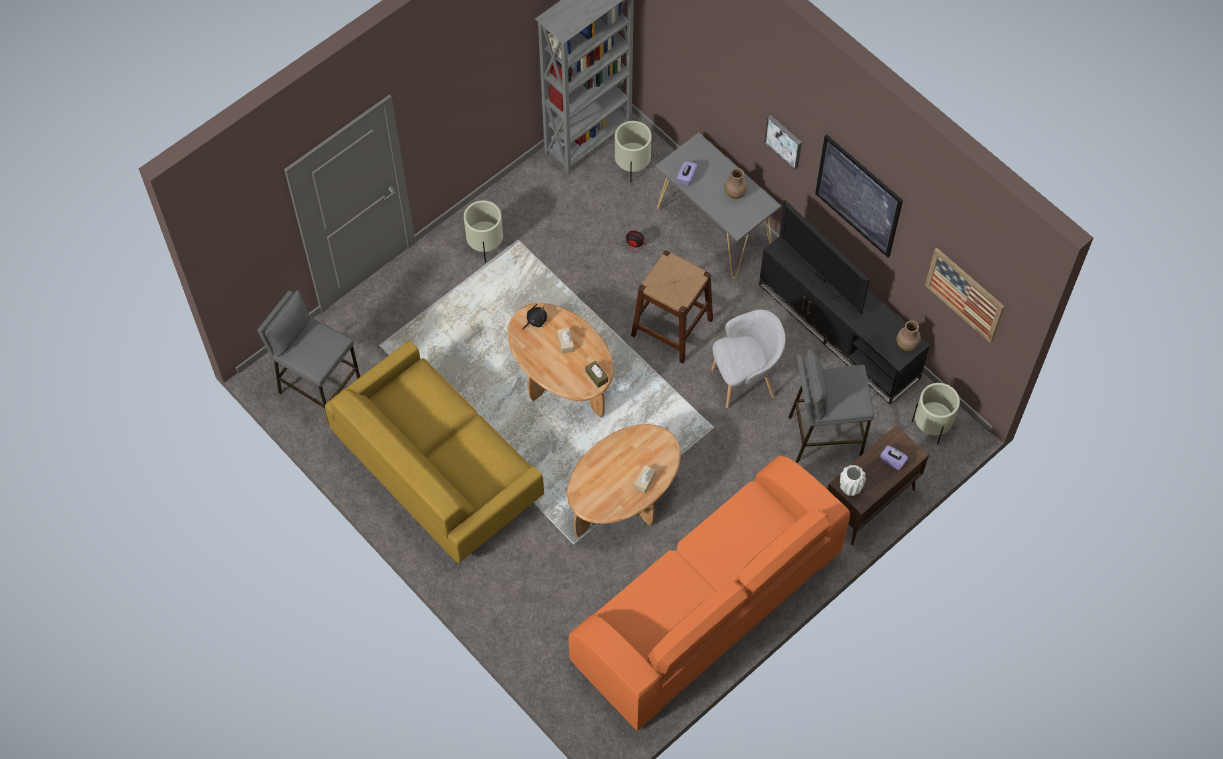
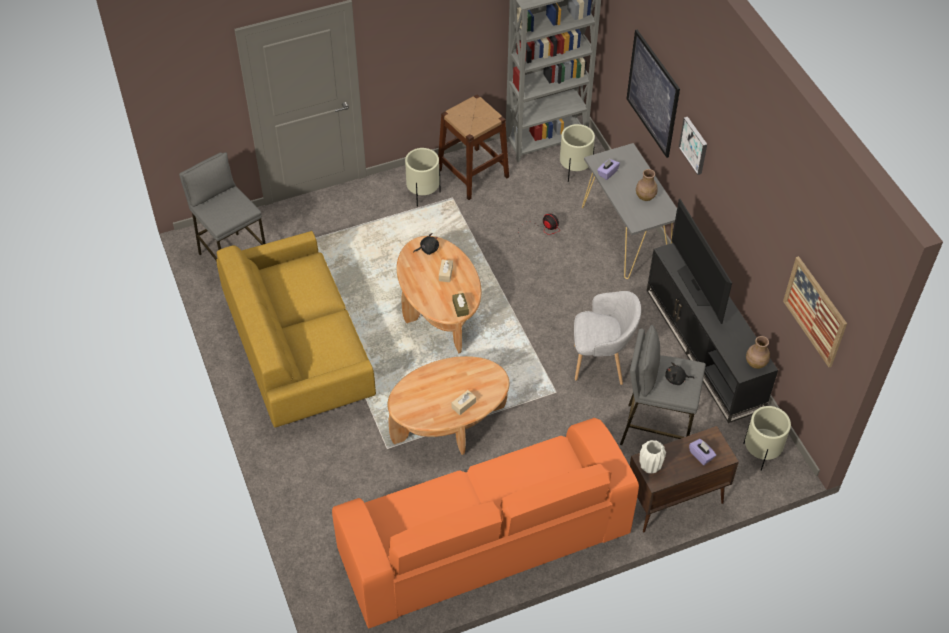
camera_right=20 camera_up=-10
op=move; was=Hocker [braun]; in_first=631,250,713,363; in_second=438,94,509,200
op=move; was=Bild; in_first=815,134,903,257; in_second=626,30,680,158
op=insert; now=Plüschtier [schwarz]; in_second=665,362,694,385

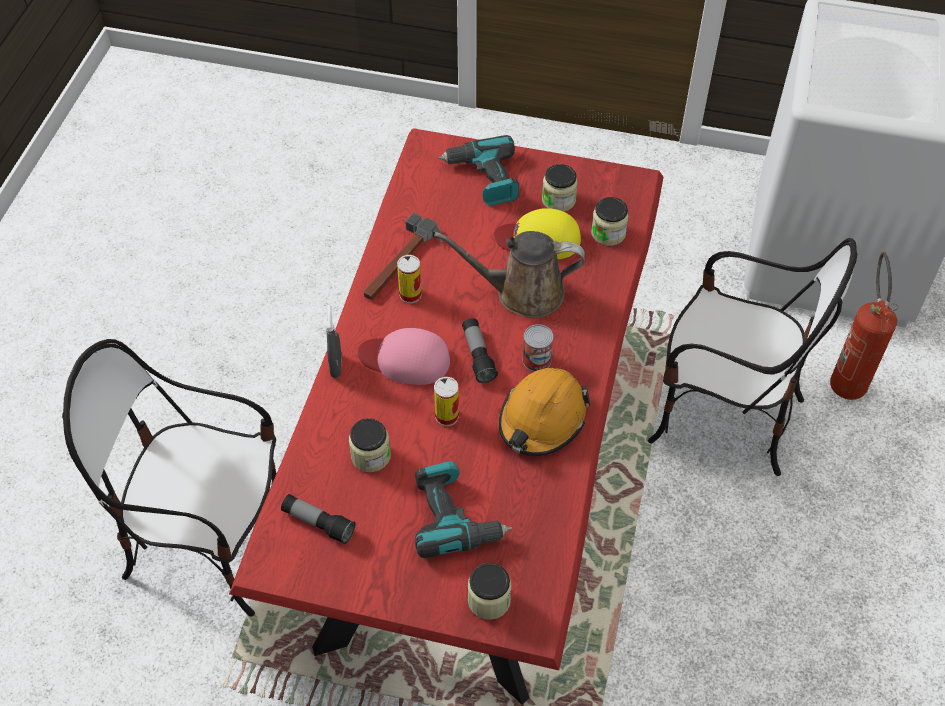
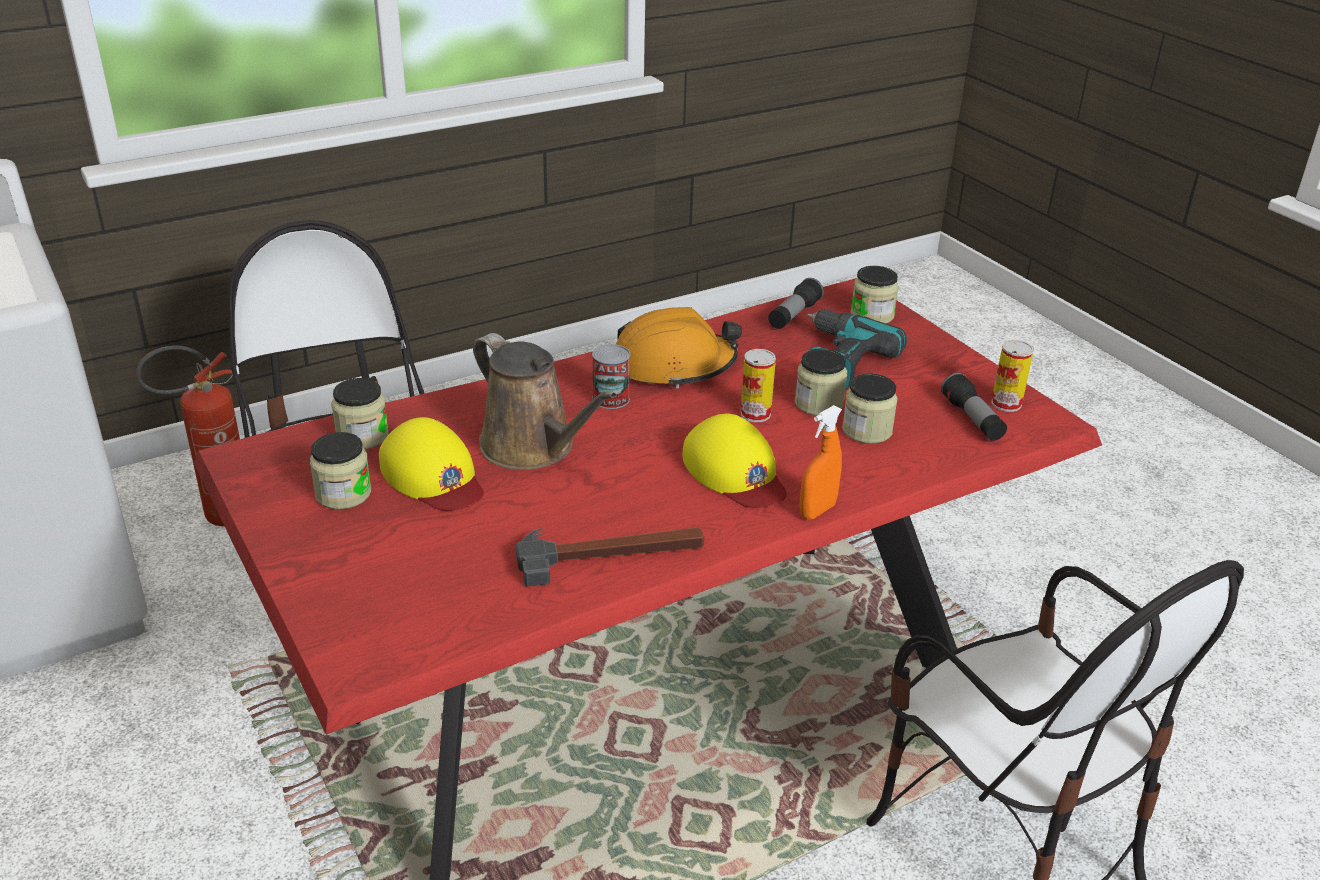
camera_right=-135 camera_up=-20
op=recolor; was=Kappe [rosa]; now=Kappe [gelb]; in_first=358,328,450,385; in_second=682,414,787,508
op=move; was=Taschenlampe; in_first=462,318,498,383; in_second=768,278,824,329
op=insert; now=Vorratsglas; in_second=795,348,847,416
op=recolor; was=Sprühflasche [grau]; now=Sprühflasche [orange]; in_first=326,305,342,378; in_second=799,405,842,520
op=move; was=Dose; in_first=397,255,422,303; in_second=991,340,1034,412
op=delete; was=Bohrmaschine; in_first=438,135,519,206

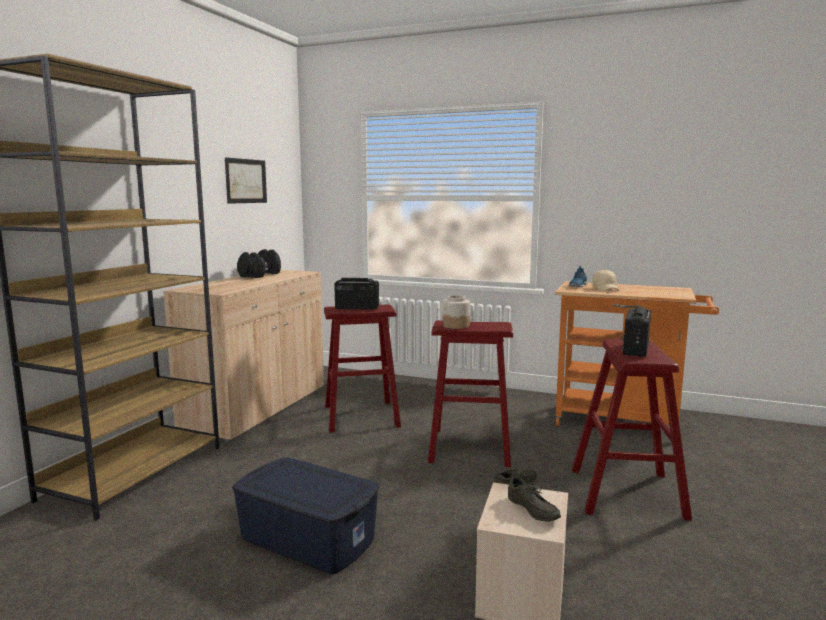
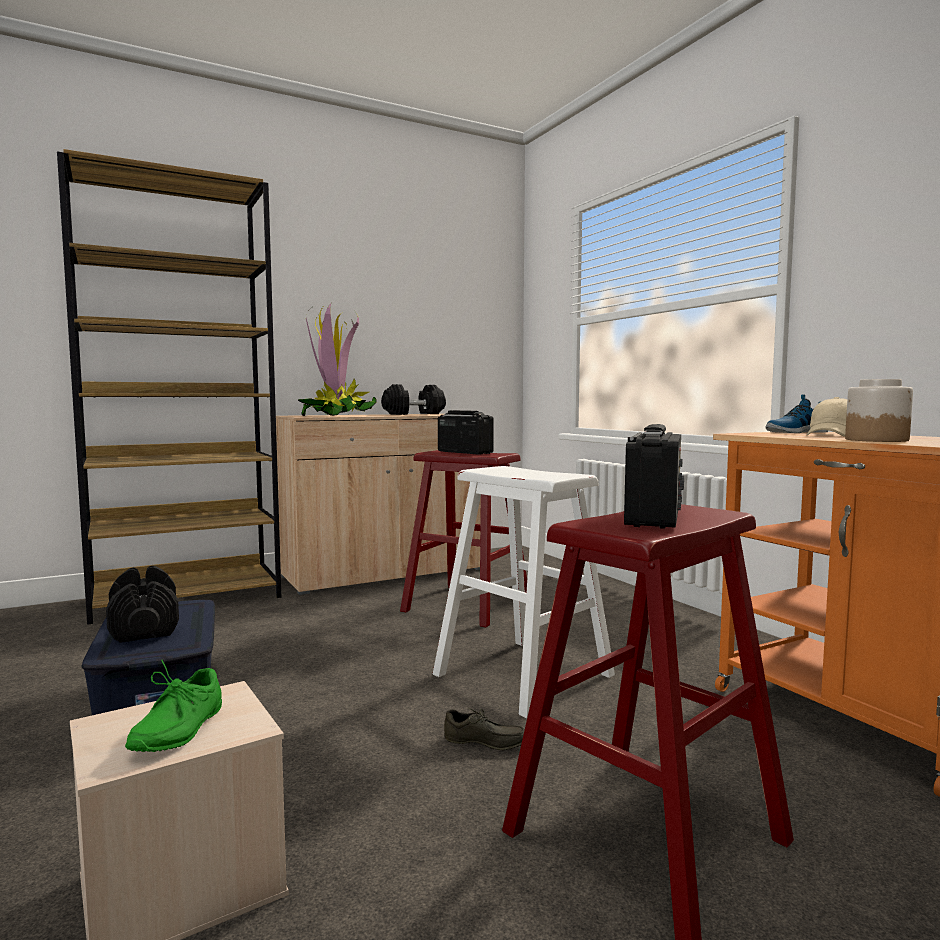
camera_right=40 camera_up=-5
op=insert; now=Hantel [schwarz]; in_second=106,565,179,643
op=recolor; was=Schuh [grau]; now=Schuh [grün]; in_first=508,476,561,522; in_second=125,660,222,752
op=insert; now=Topfpflanze; in_second=298,303,377,416
op=recolor; was=Hocker [rot]; now=Hocker [weiß]; in_first=428,320,513,467; in_second=433,466,615,718
op=rotate; was=Radio; in_first=622,306,651,357; in_second=624,424,684,529; clockwise=135
op=move; was=Vorratsglas; in_first=442,295,470,329; in_second=845,379,913,442
op=delete; was=Bild; in_first=225,157,267,204

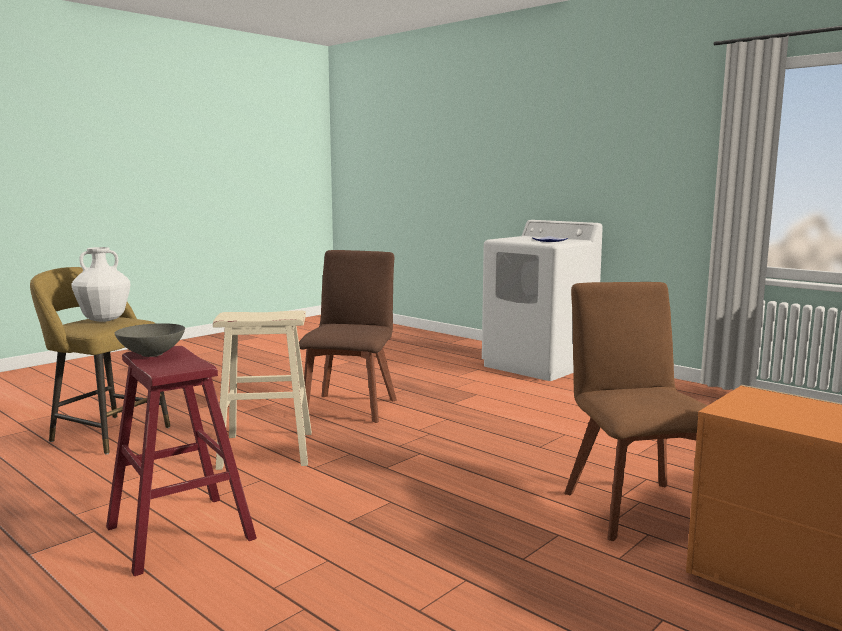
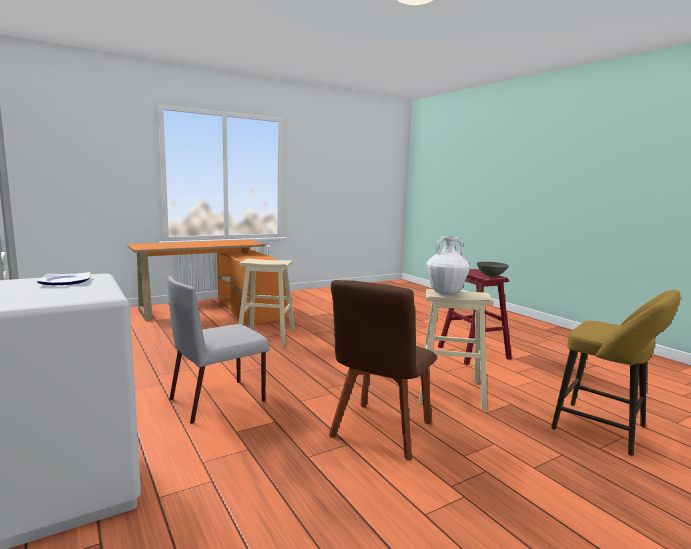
camera_right=-165 camera_up=0
op=insert; now=Stuhl [grau]; in_second=168,276,270,424
op=replace; was=Stuhl [braun]; now=Hocker [beige]; in_first=564,282,707,541; in_second=238,259,295,346
op=move; was=Vase [weiß]; in_first=71,247,130,322; in_second=427,236,470,295

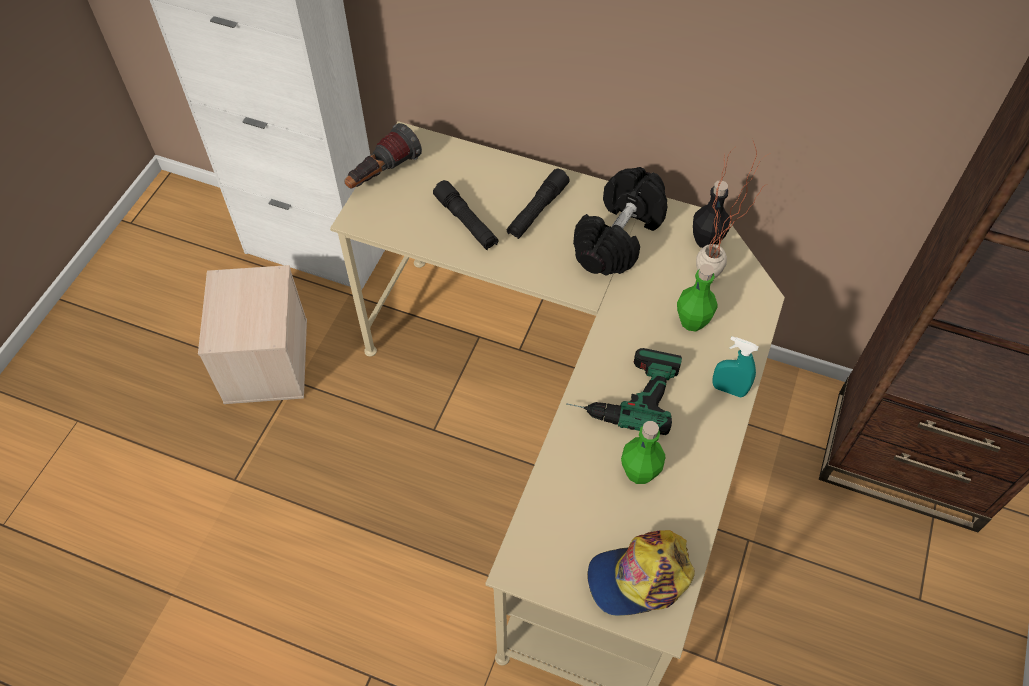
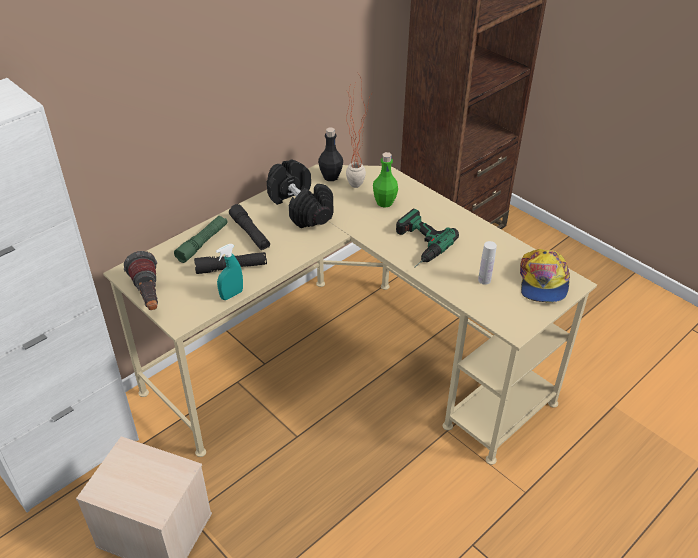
camera_right=-65 camera_up=-15
op=insert; now=Taschenlampe [grün]; in_second=174,216,227,263
op=move; was=Sprühflasche [türkis]; in_first=712,336,759,398; in_second=216,244,243,300
op=insert; now=Flasche [weiß]; in_second=478,241,497,285
op=delete; was=Flasche [grün]; in_first=621,421,665,484

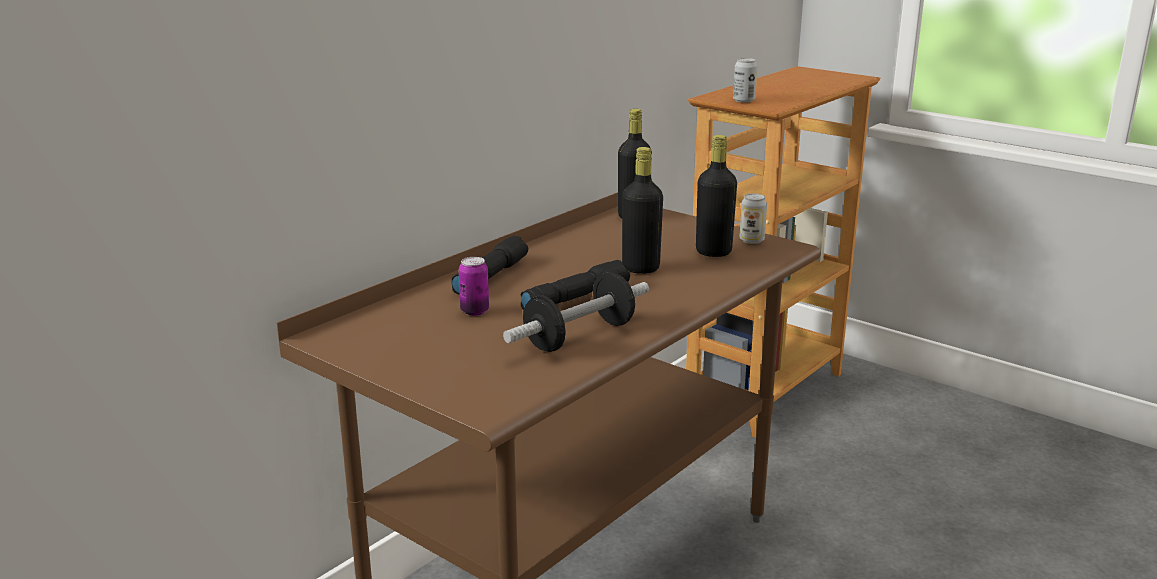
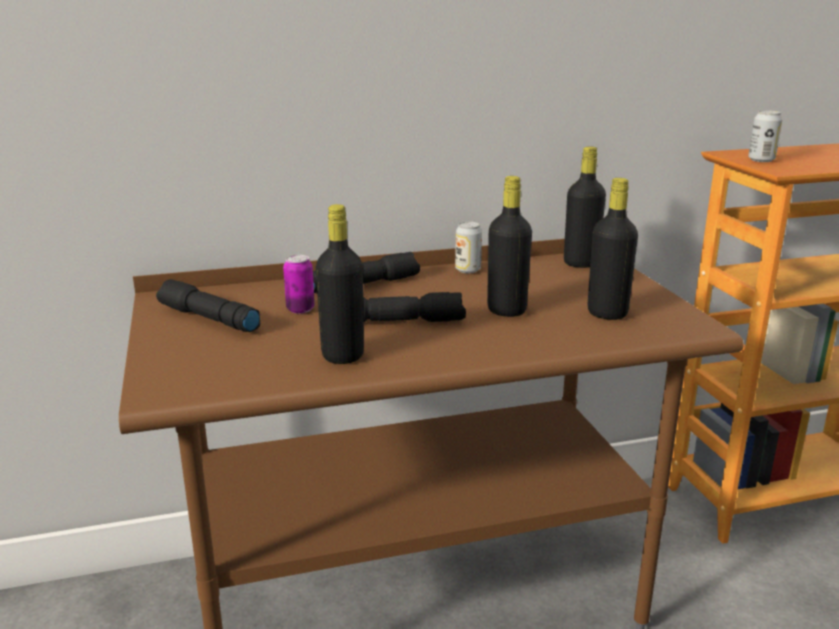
camera_right=35 camera_up=0
op=insert; now=Taschenlampe [schwarz]; in_second=156,279,260,332
op=replace; was=Hantel; now=Flasche [schwarz]; in_first=503,272,649,352; in_second=316,204,364,364
op=move; was=Dose; in_first=740,193,767,244; in_second=455,221,482,273

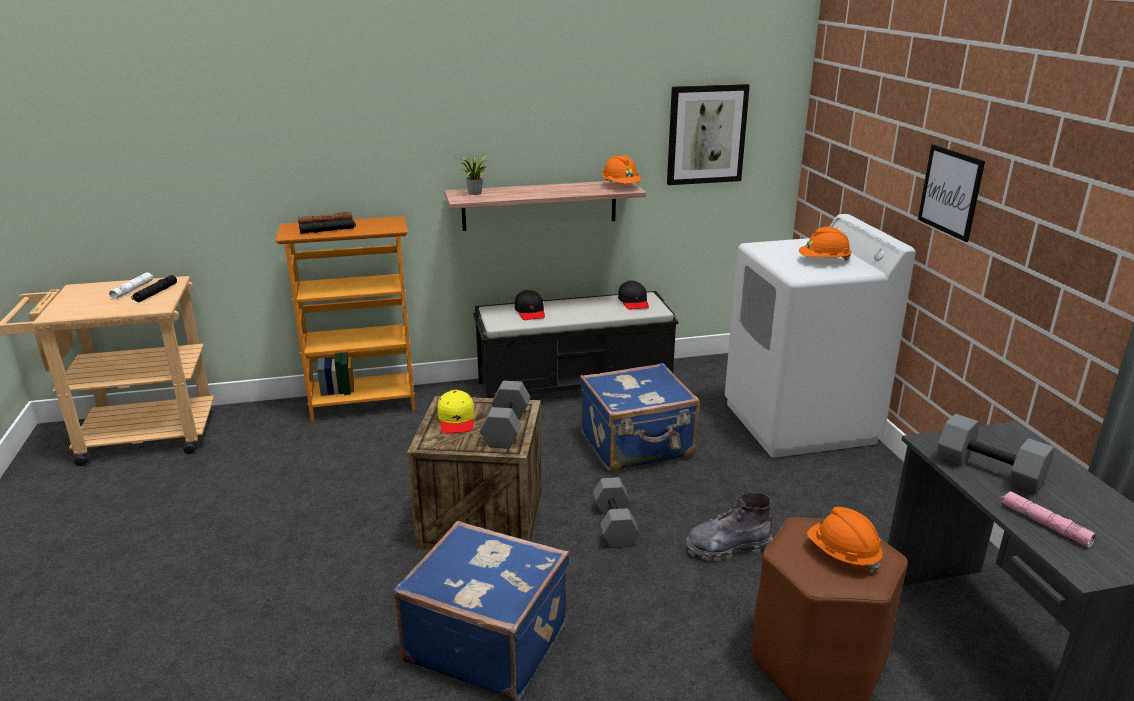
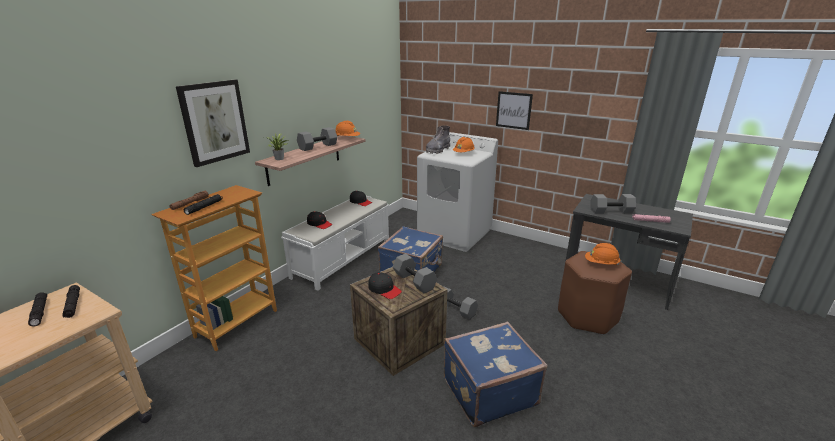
camera_right=-45 camera_up=0
op=recolor; was=Taschenlampe [weiß]; now=Taschenlampe [schwarz]; in_first=109,272,154,300; in_second=28,293,47,326
op=move; was=Bild; in_first=667,84,750,185; in_second=176,80,250,167
op=recolor; was=Bank [schwarz]; now=Bank [weiß]; in_first=473,291,678,398; in_second=281,196,389,291
op=insert; now=Hantel [grau]; in_second=297,127,337,151
op=recolor; was=Kappe [gelb]; now=Kappe [schwarz]; in_first=437,390,475,434; in_second=368,272,402,299
op=move; was=Stiefel [grau]; in_first=686,492,773,561; in_second=426,125,450,154

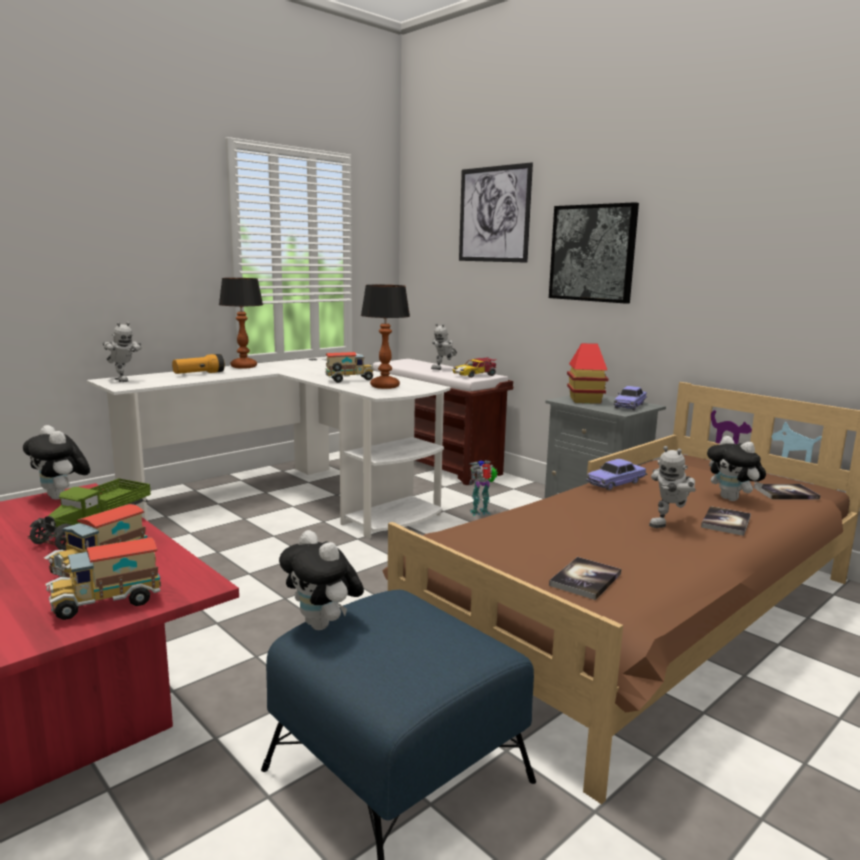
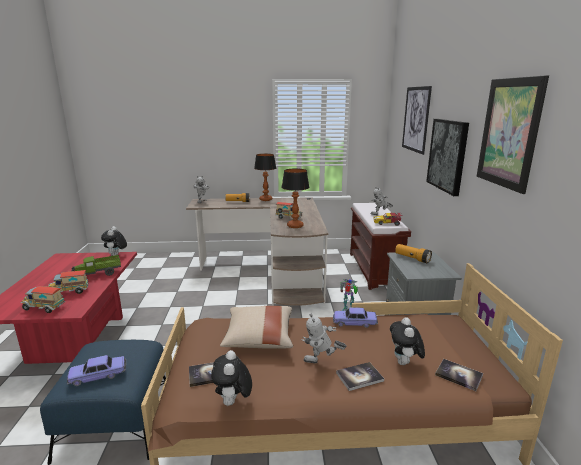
camera_right=40 camera_up=5
op=move; was=Spielzeugauto; in_first=613,386,647,411; in_second=67,355,126,386
op=recolor; was=Schreibtisch [weiß]; now=Schreibtisch [braun]; in_first=86,358,451,539; in_second=186,197,329,306
op=move; was=Plüschtier; in_first=279,530,364,630; in_second=211,350,252,406
op=insert; now=Kissen [beige]; in_second=220,306,293,348
op=replace; was=Spielzeughaus; now=Taschenlampe; in_first=567,343,609,404; in_second=395,244,432,263
op=insert; now=Bild; in_second=477,75,549,194

